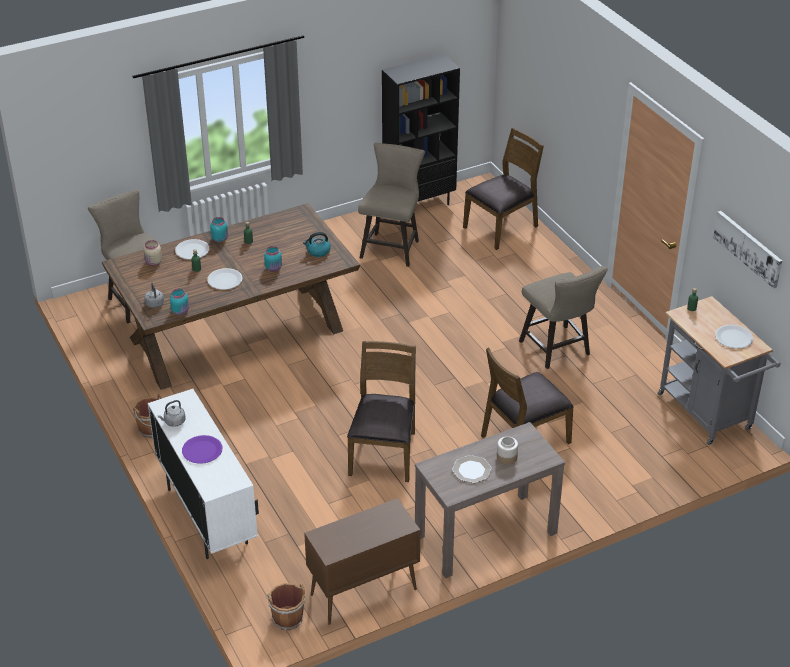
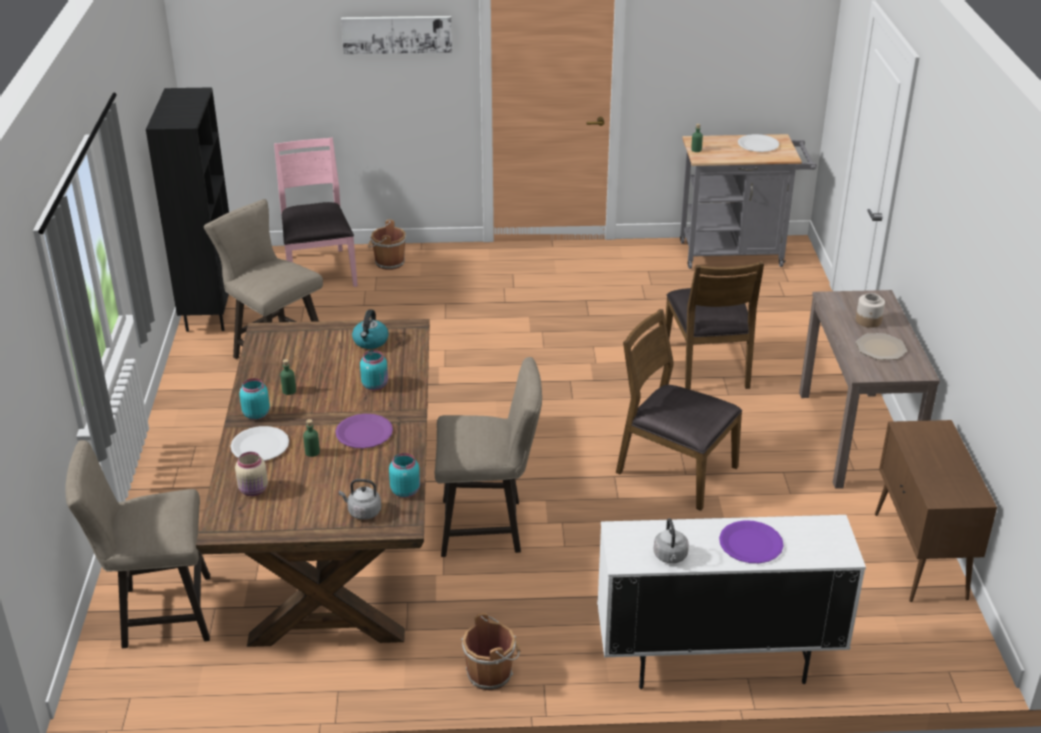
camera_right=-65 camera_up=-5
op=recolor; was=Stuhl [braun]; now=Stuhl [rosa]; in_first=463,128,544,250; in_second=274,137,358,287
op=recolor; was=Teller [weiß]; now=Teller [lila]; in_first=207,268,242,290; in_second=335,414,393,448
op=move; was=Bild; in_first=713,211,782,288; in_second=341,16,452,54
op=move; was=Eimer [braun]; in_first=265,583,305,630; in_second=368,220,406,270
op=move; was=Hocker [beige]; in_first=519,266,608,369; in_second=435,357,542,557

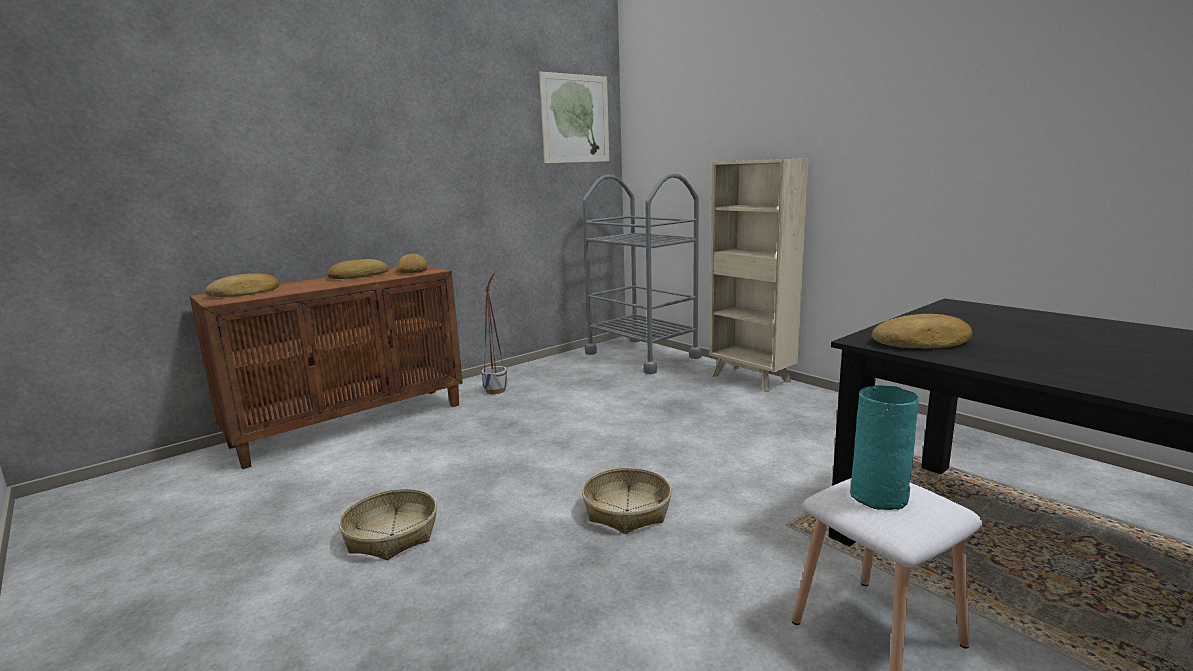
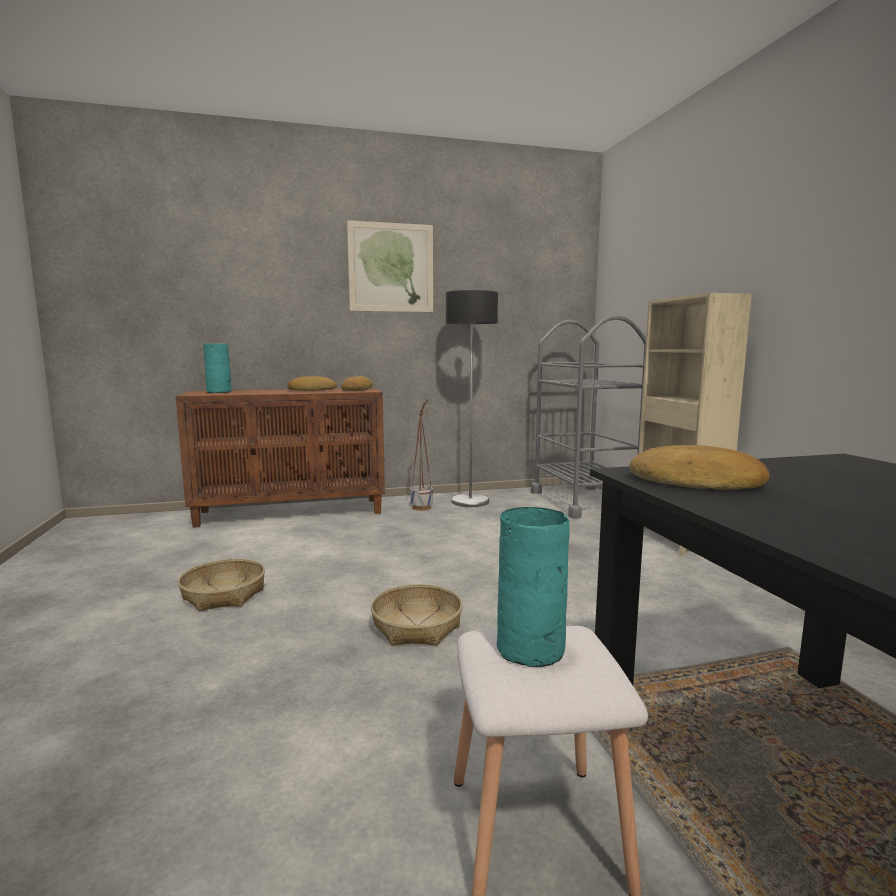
camera_right=25 camera_up=-5
op=replace; was=Brot; now=Vase [türkis]; in_first=205,273,279,297; in_second=203,343,232,393
op=move; was=Bild; in_first=539,71,609,163; in_second=347,220,433,312
op=insert; now=Stehlampe; in_second=446,290,498,507

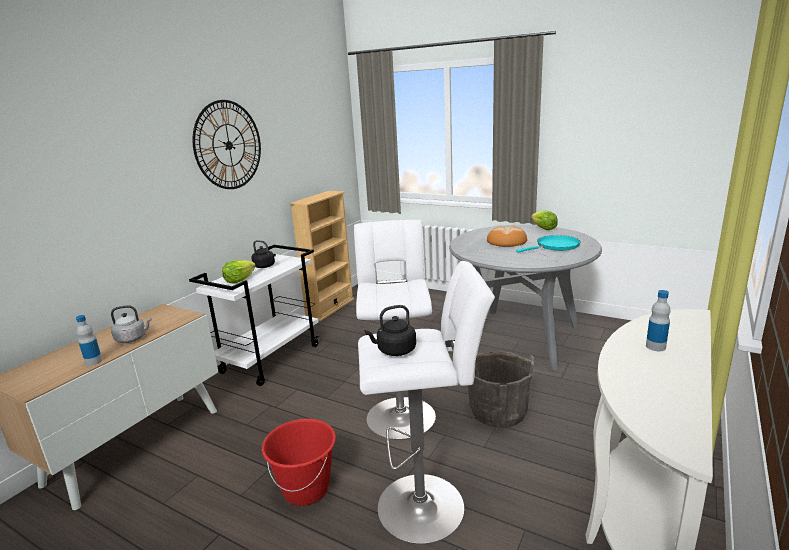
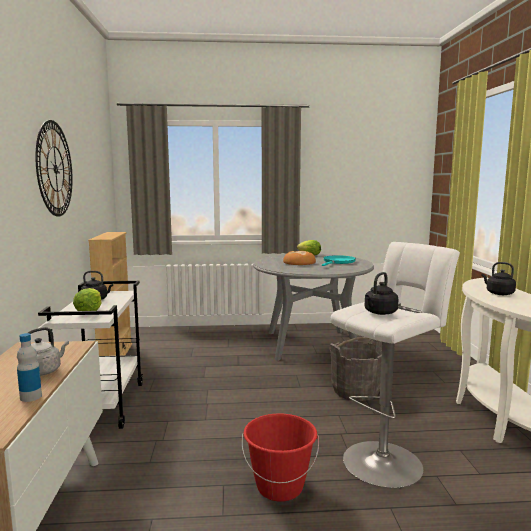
camera_right=-35 camera_up=-10
op=replace; was=Flasche; now=Wasserkessel [schwarz]; in_first=646,290,670,351; in_second=482,262,516,295
op=delete; was=Hocker [weiß]; in_first=354,220,436,440

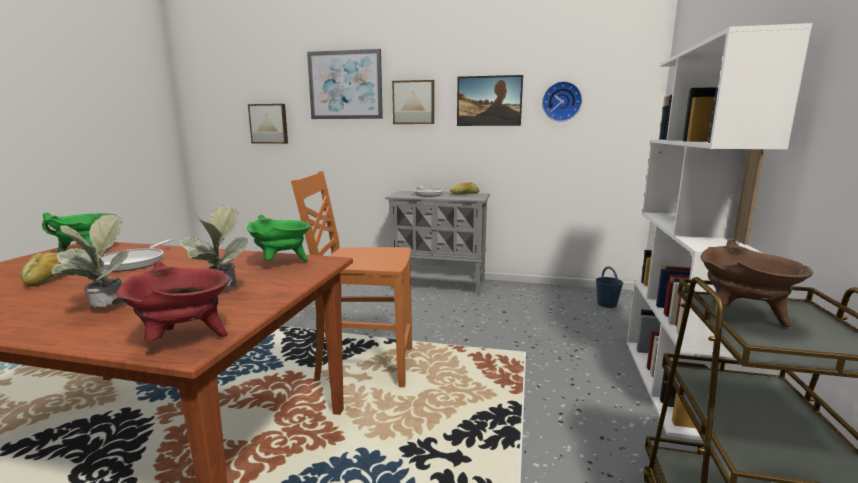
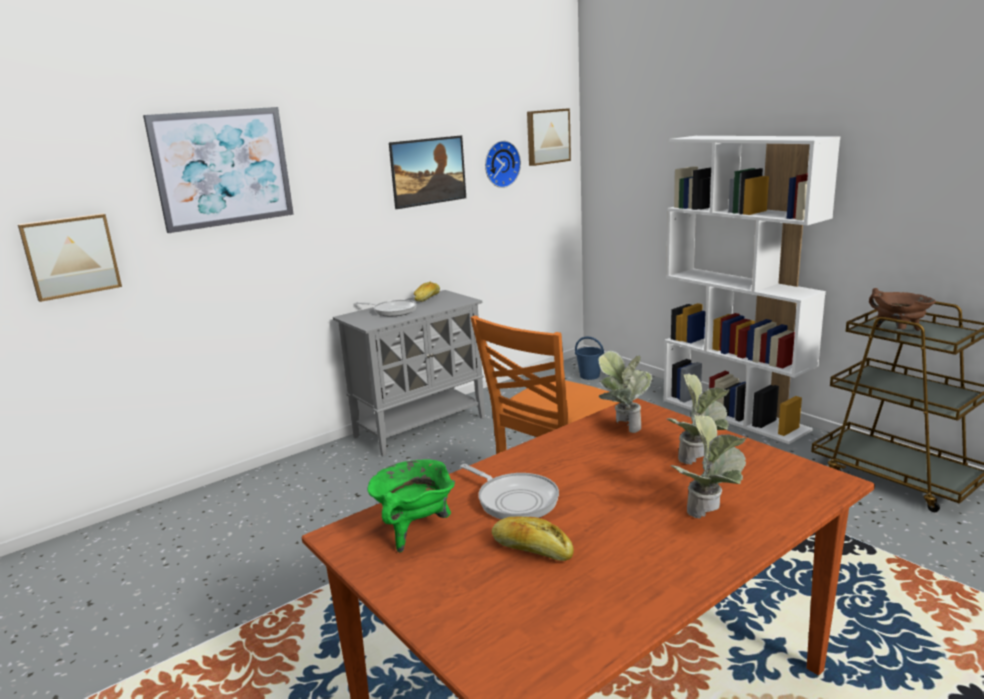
camera_right=-50 camera_up=5
op=move; was=Bild; in_first=392,80,434,124; in_second=527,108,571,166
op=replace; was=Kochtopf [grün]; now=Topfpflanze; in_first=247,214,311,262; in_second=598,351,653,433
op=delete; was=Kochtopf [rot]; in_first=116,261,230,341

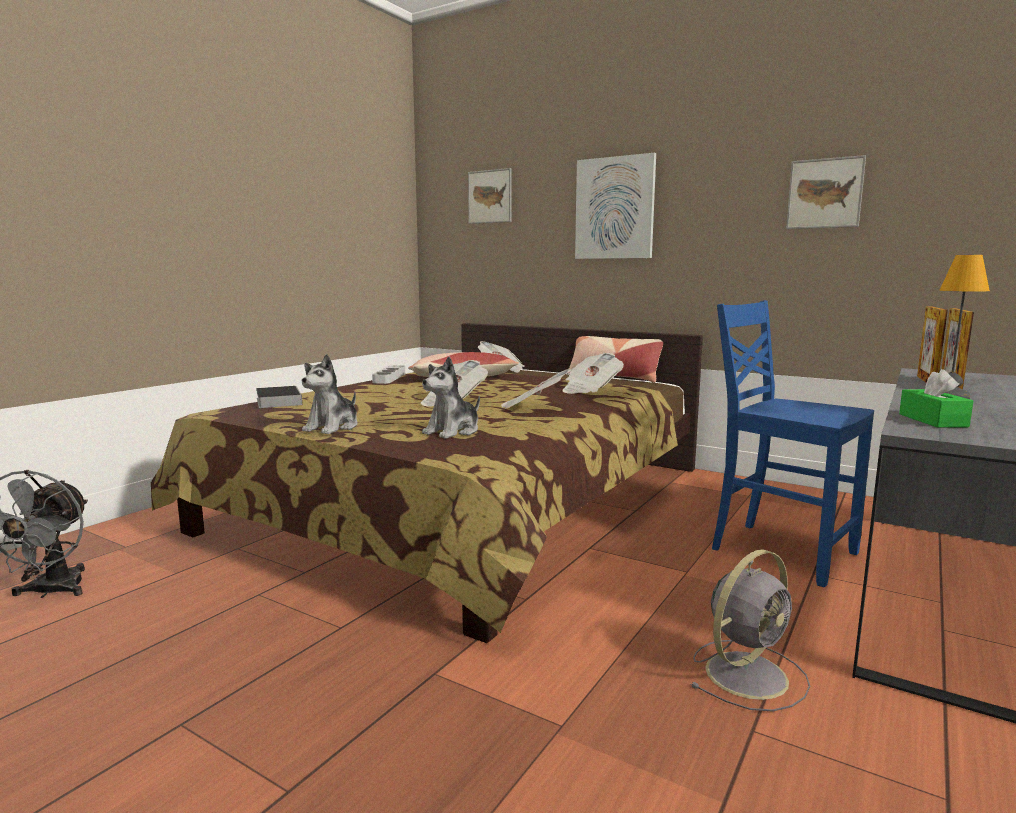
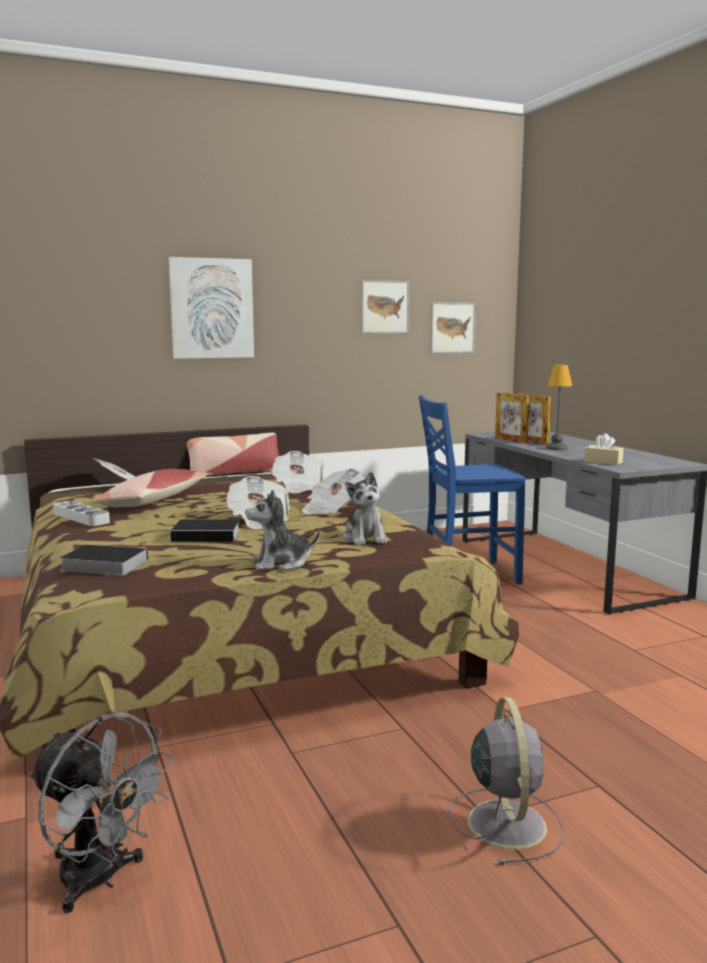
camera_right=-55 camera_up=0
op=insert; now=Buch; in_second=171,519,245,542
op=rotate; was=Plüschtier; in_first=302,354,357,434; in_second=245,489,320,571; clockwise=105
op=move; was=Bild; in_first=468,168,511,224; in_second=430,302,476,353
op=move; was=Ventilator [grau]; in_first=690,549,810,711; in_second=447,697,564,865
op=recolor; was=Taschentuchbox [grün]; now=Taschentuchbox [beige]; in_first=899,369,973,428; in_second=584,433,624,465

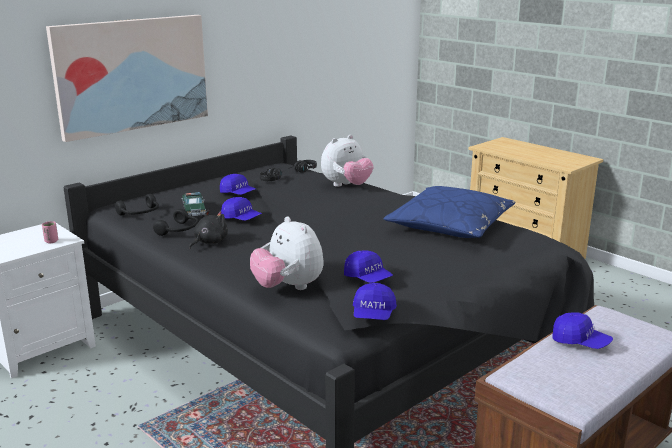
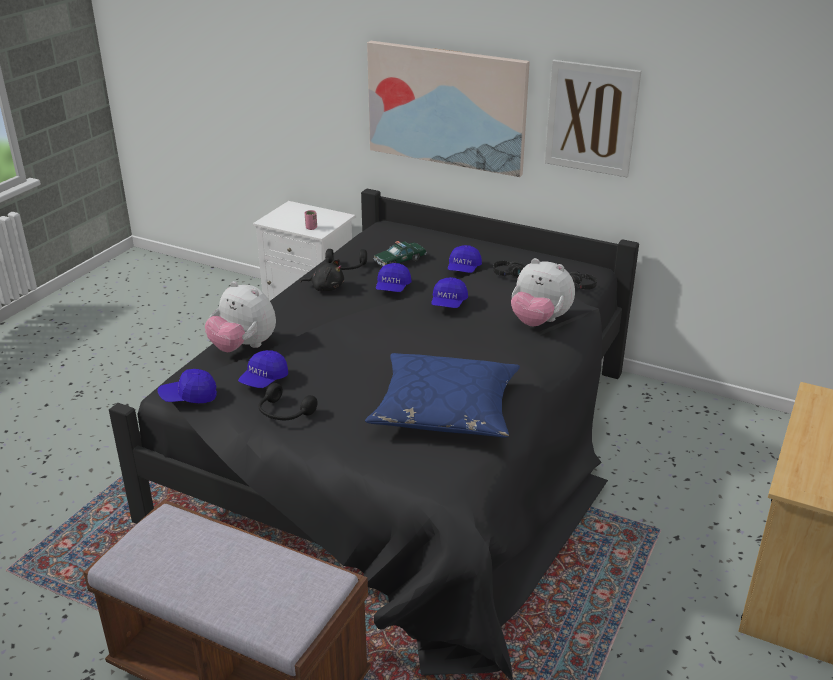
camera_right=70 camera_up=10
op=rotate; was=Plüschtier; in_first=250,216,324,290; in_second=205,281,276,352; clockwise=-90
op=move; was=Kopfhörer [schwarz]; in_first=115,194,159,216; in_second=258,383,318,420
op=move; was=Kappe [blau]; in_first=552,312,613,349; in_second=431,277,468,308
op=insert; now=Bild; in_second=545,60,641,177

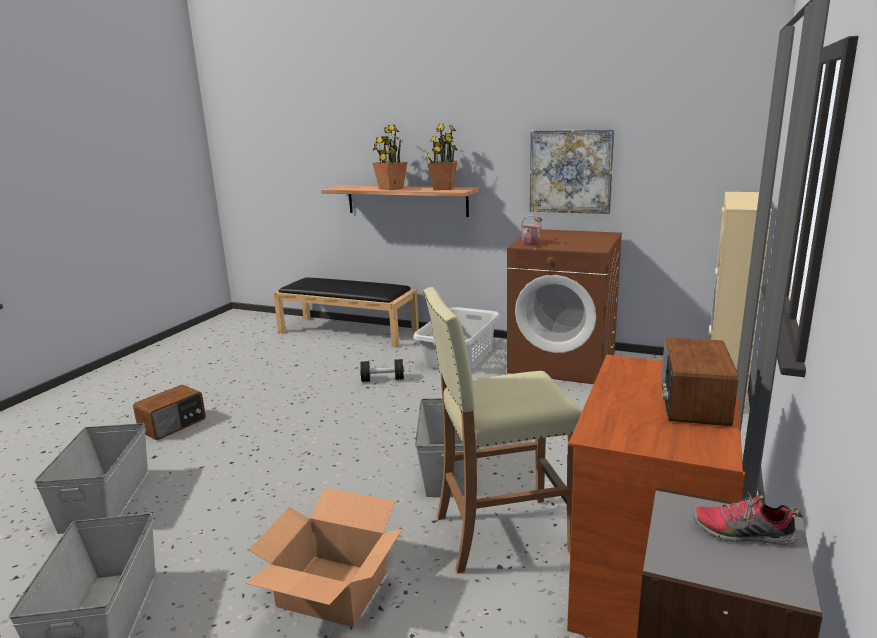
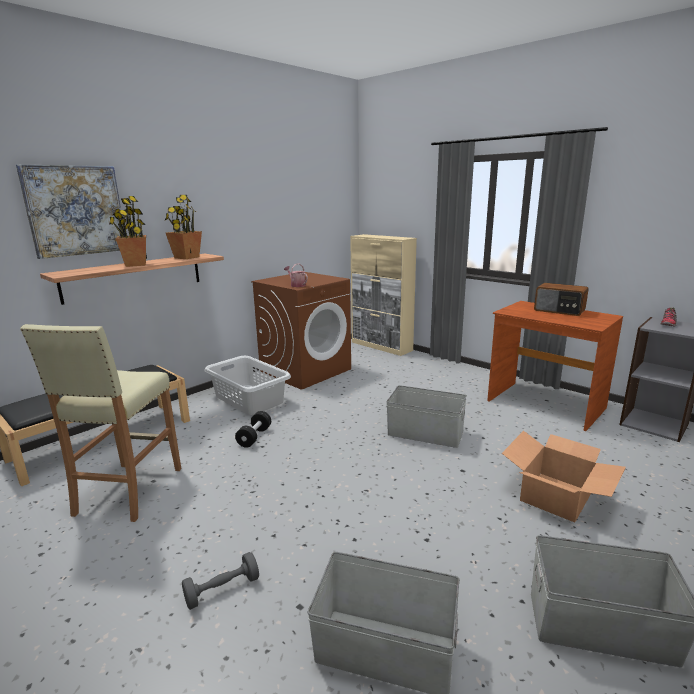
camera_right=-70 camera_up=0
op=move; was=Bild; in_first=530,129,615,214; in_second=16,164,125,259
op=move; was=Hocker [beige]; in_first=423,287,582,573; in_second=20,324,181,522
op=replace; was=Radio; now=Hantel [grau]; in_first=133,385,206,440; in_second=182,552,259,610

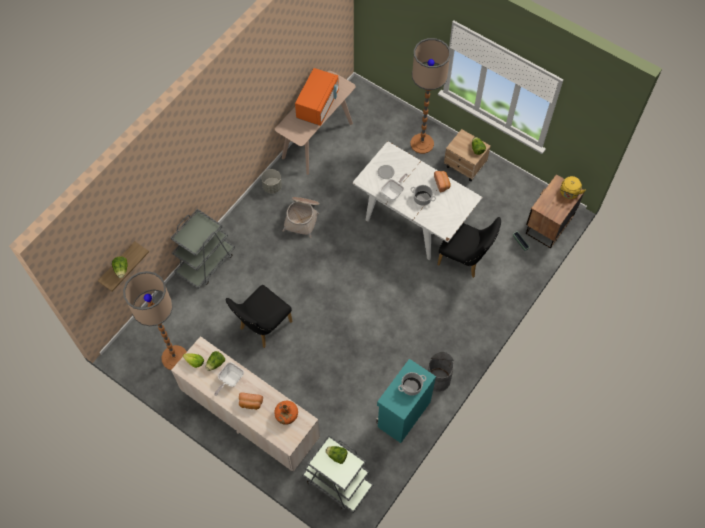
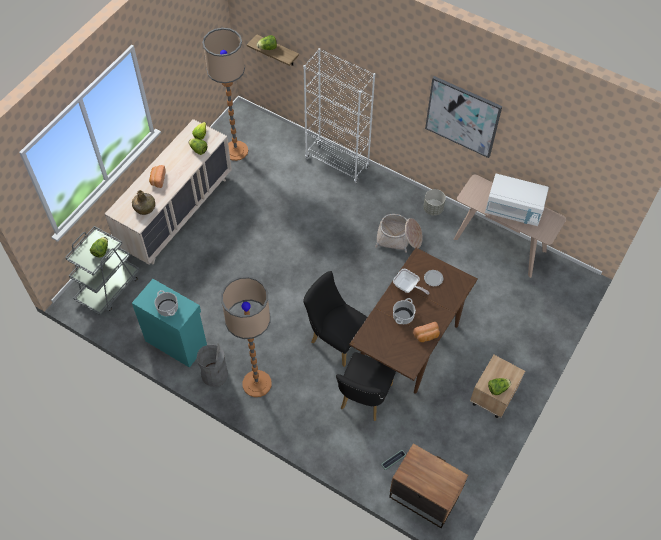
camera_right=85 camera_up=-5
op=recolor; was=Flasche [orange]; now=Flasche [grün]; in_first=274,401,298,425; in_second=132,190,155,215
op=move; was=Stehlampe; in_first=411,38,451,154; in_second=221,276,272,397
op=replace; was=Rollwagen [grau]; now=Bücherregal [weiß]; in_first=171,209,235,289; in_second=303,48,375,183
op=move; was=Stuhl [schwarz]; in_first=225,285,293,348; in_second=303,271,367,367
op=recolor; was=Esstisch [weiß]; now=Esstisch [braun]; in_first=352,141,483,260; in_second=349,248,478,394
op=insert; now=Bild; in_second=425,76,502,158
op=recolor; was=Mikrowelle [orange]; now=Mikrowelle [weiß]; in_first=295,68,339,126; in_second=485,174,549,226
op=delete; was=Pfanne; in_first=214,362,244,396
op=delete; was=Wasserkessel [gelb]; in_first=560,176,586,199

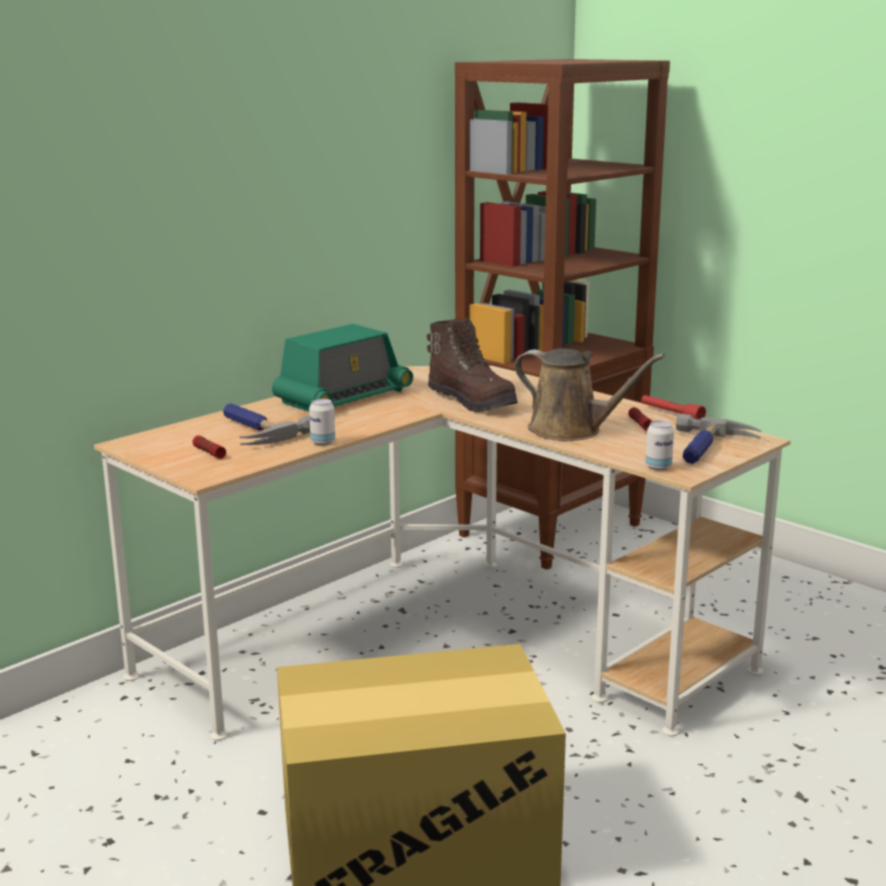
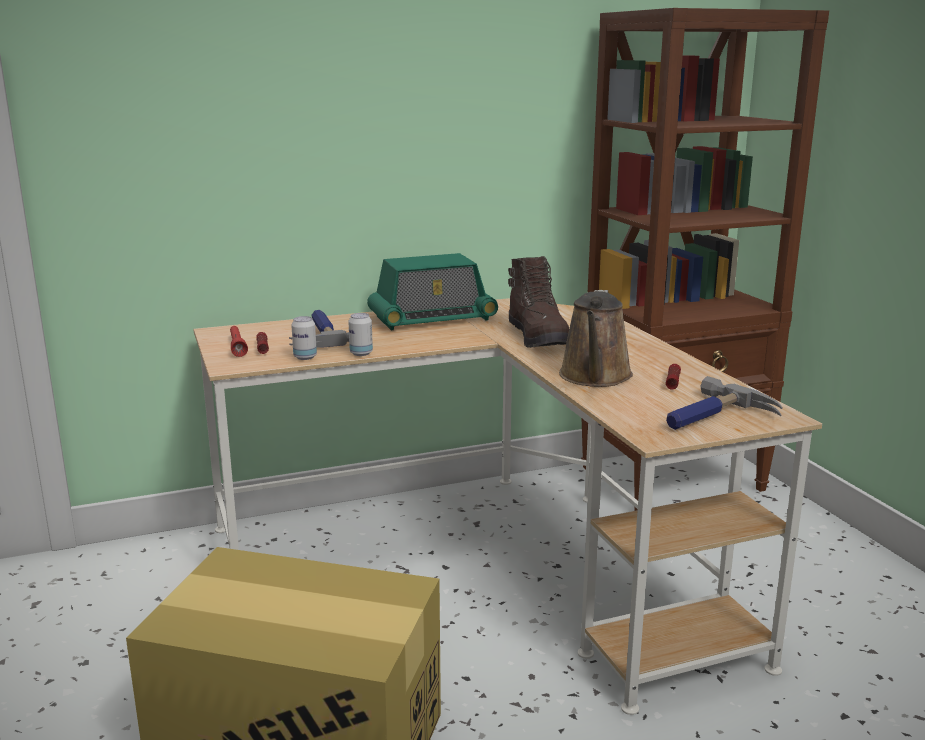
camera_right=25 camera_up=0
op=move; was=Taschenlampe [rot]; in_first=641,395,706,420; in_second=230,326,248,357
op=move; was=Dose; in_first=645,421,674,471; in_second=291,316,317,360
op=rotate; was=Gießkanne [braun]; in_first=514,348,665,441; in_second=559,290,633,387; clockwise=45

